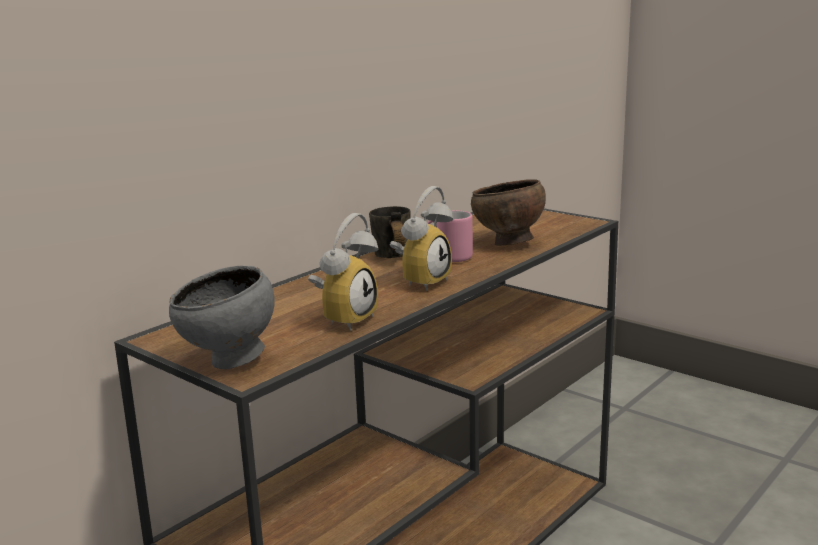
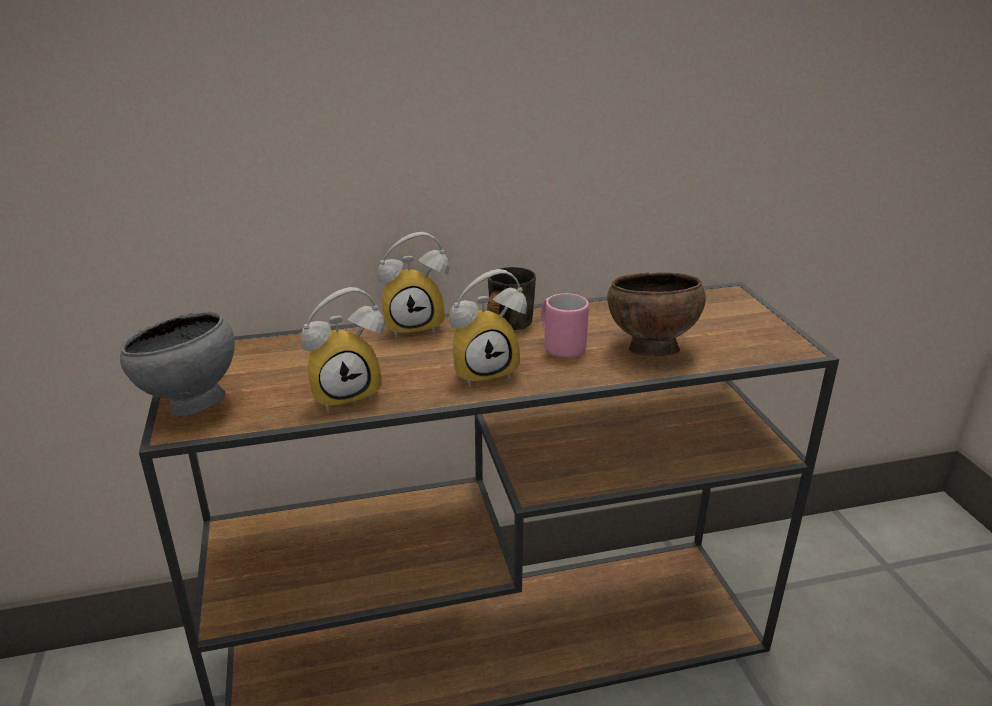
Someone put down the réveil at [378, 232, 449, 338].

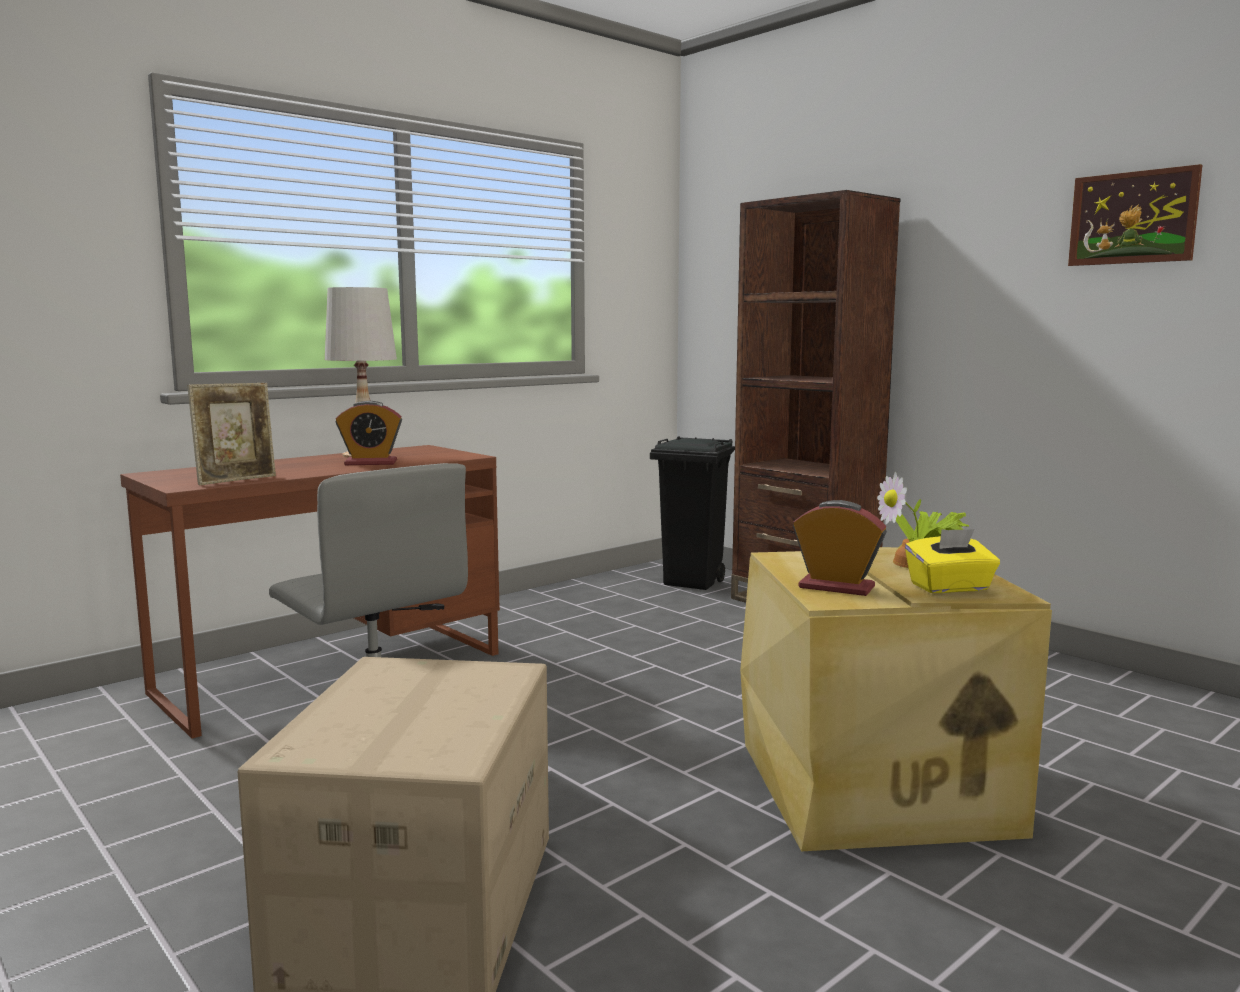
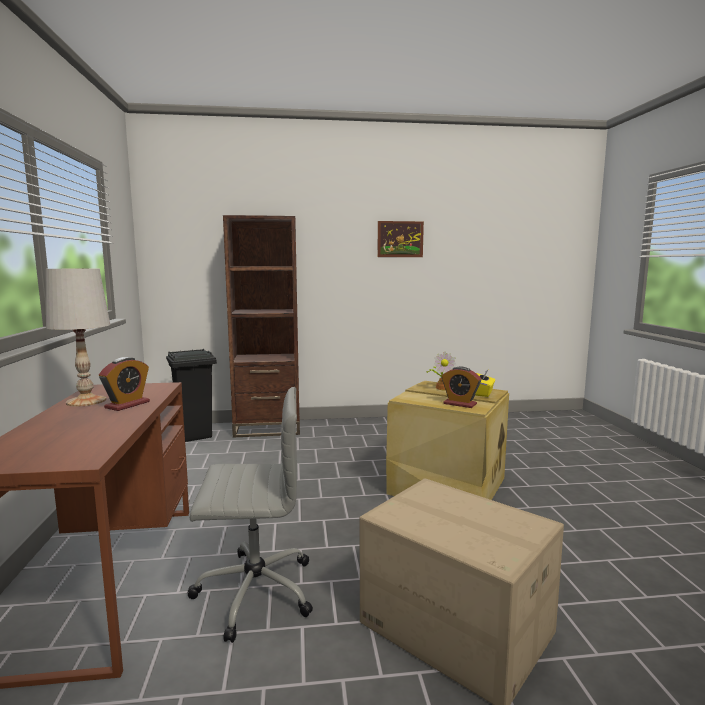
Someone took away the cadre photo at [188, 383, 276, 485]. Someone rotated the réveil at [793, 500, 887, 596] by 120 degrees counterclockwise.

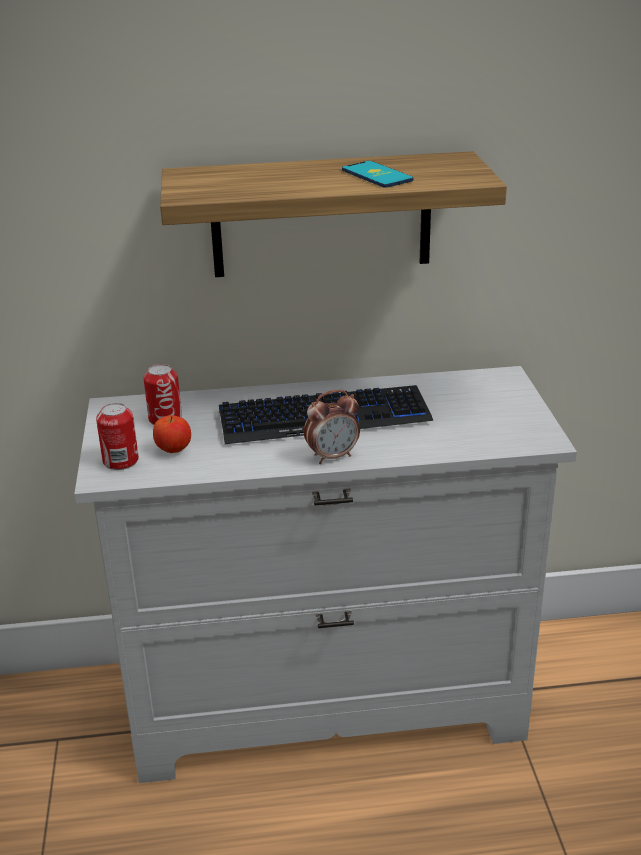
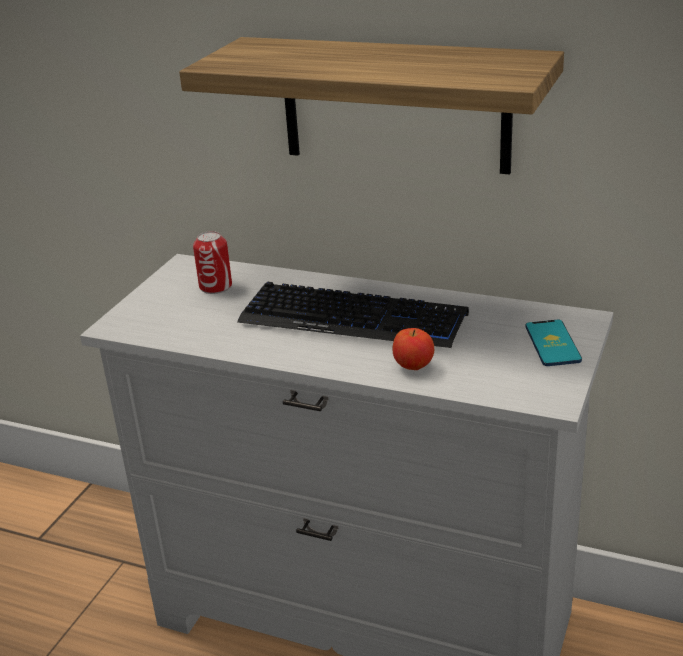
Someone took away the boîte métallique at [96, 403, 139, 470]. Someone took away the réveil at [304, 390, 360, 464]. Someone carried the pomme from [153, 415, 191, 453] to [393, 328, 434, 370]. Someone carried the téléphone from [342, 161, 413, 188] to [526, 320, 582, 366].

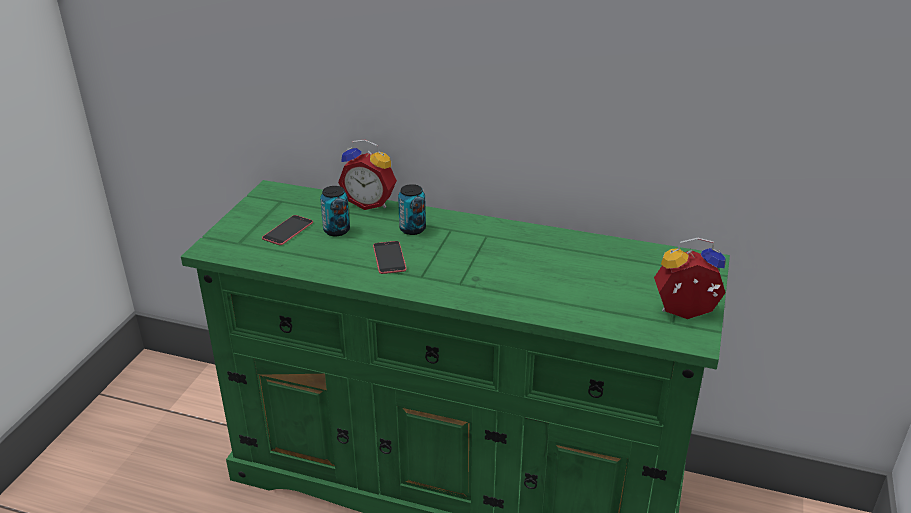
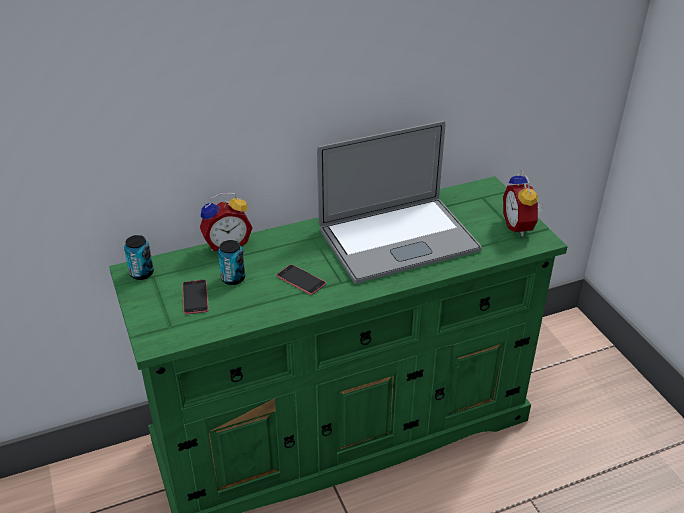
Someone put down the ordinateur portable at [317, 121, 482, 284]. Someone carried the boîte métallique from [398, 184, 426, 235] to [124, 235, 154, 280]. Someone rotated the réveil at [654, 238, 726, 319] by 60 degrees counterclockwise.

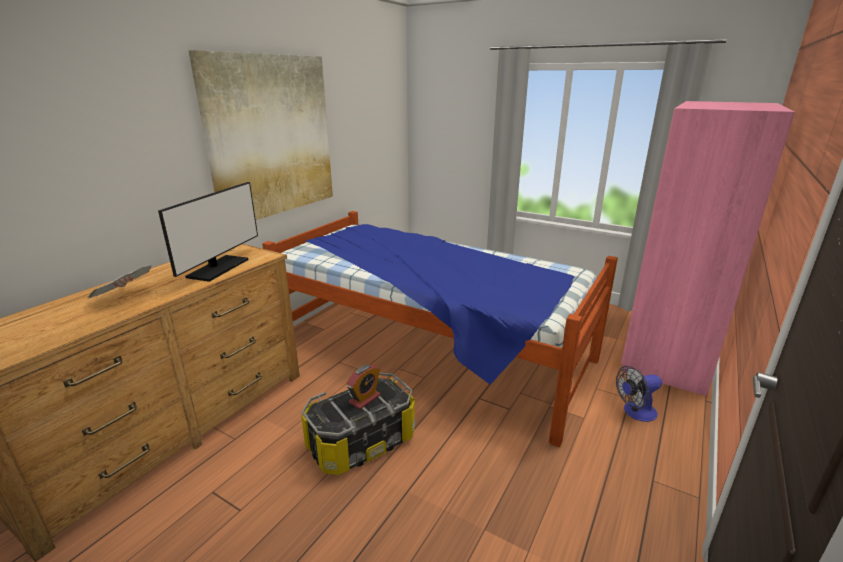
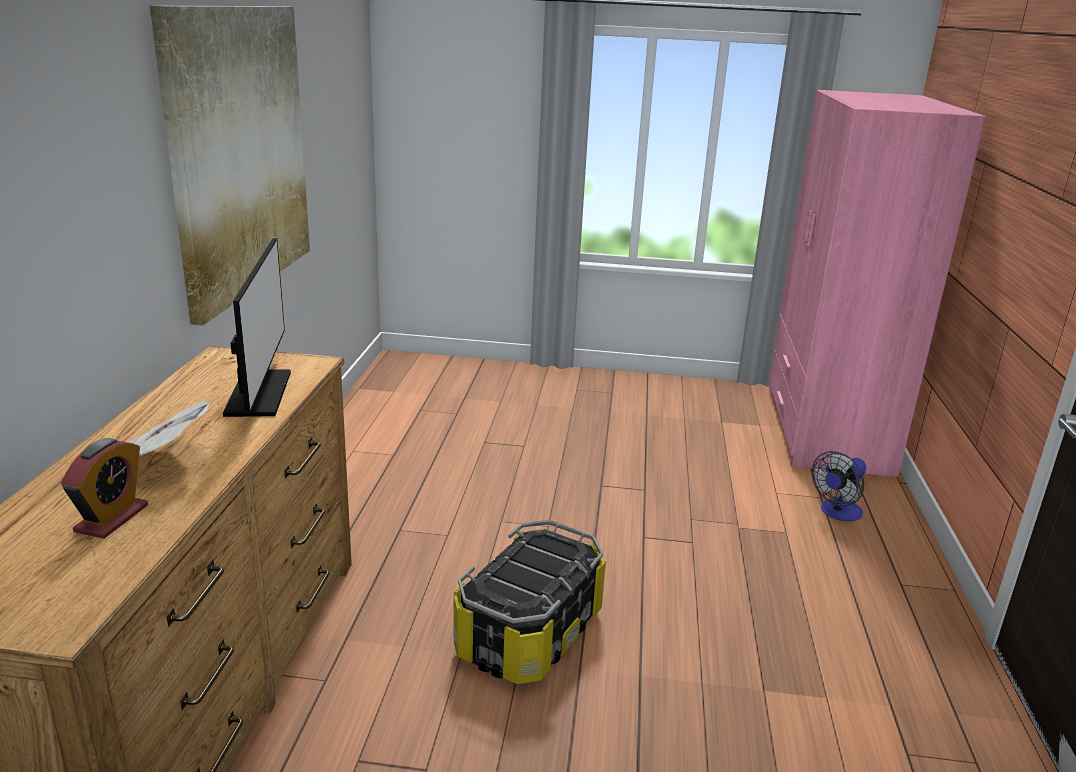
Someone took away the lit at [262, 211, 618, 447]. Someone carried the réveil from [346, 364, 381, 409] to [61, 438, 148, 539].

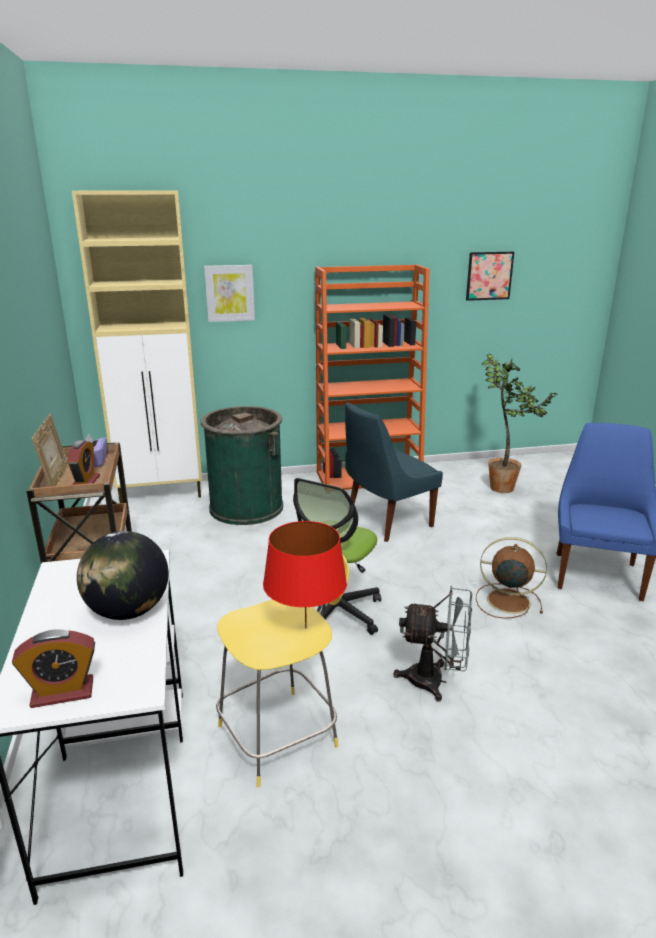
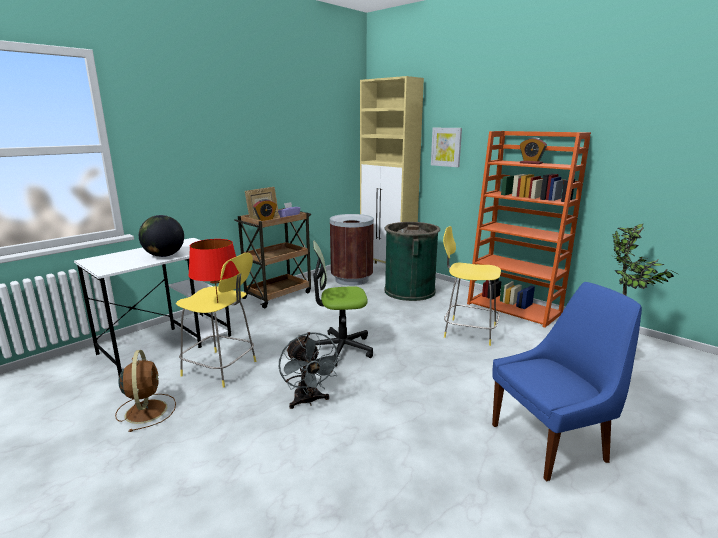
Someone took away the tableau at [466, 252, 514, 301]. Someone put down the poubelle/marron at [330, 214, 374, 286]. Someone carried the réveil from [12, 629, 95, 708] to [520, 137, 547, 164]. Someone carried the ventilateur/marron from [476, 537, 547, 619] to [115, 350, 176, 432]. Someone swapped the chaise/bleu at [345, 402, 443, 542] for the tabouret/jaune at [443, 226, 501, 346].

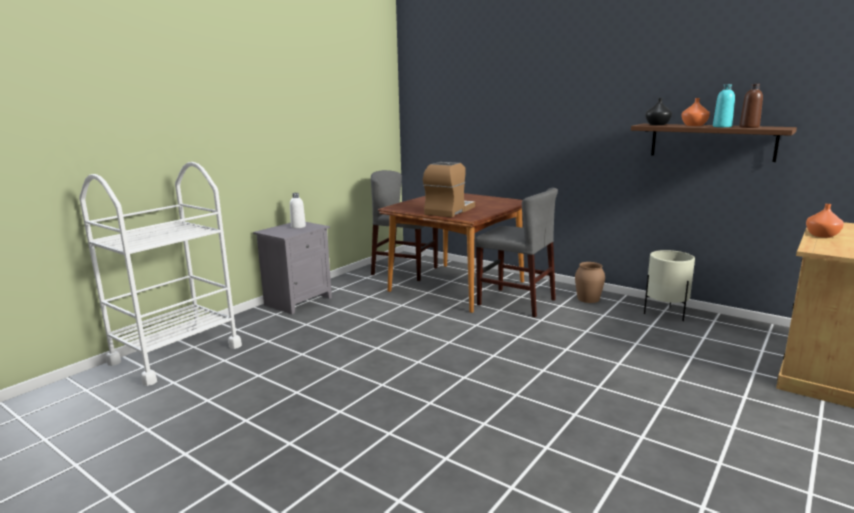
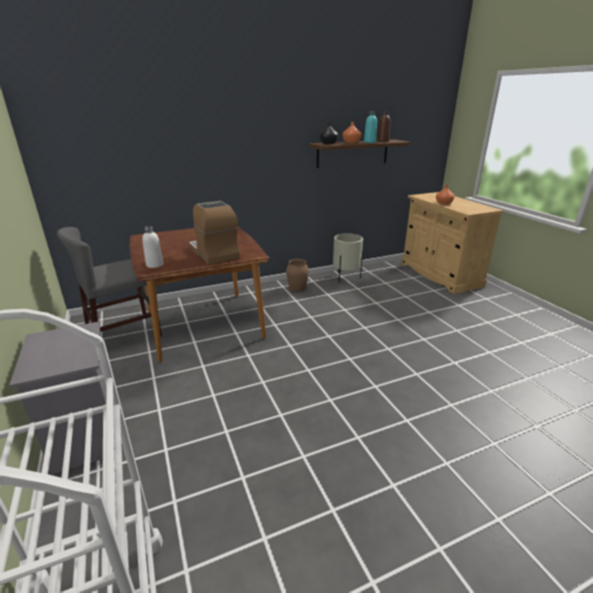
Someone took away the chaise/gris at [475, 188, 558, 317]. Someone carried the bouteille/blanc from [290, 193, 306, 228] to [142, 226, 164, 268].

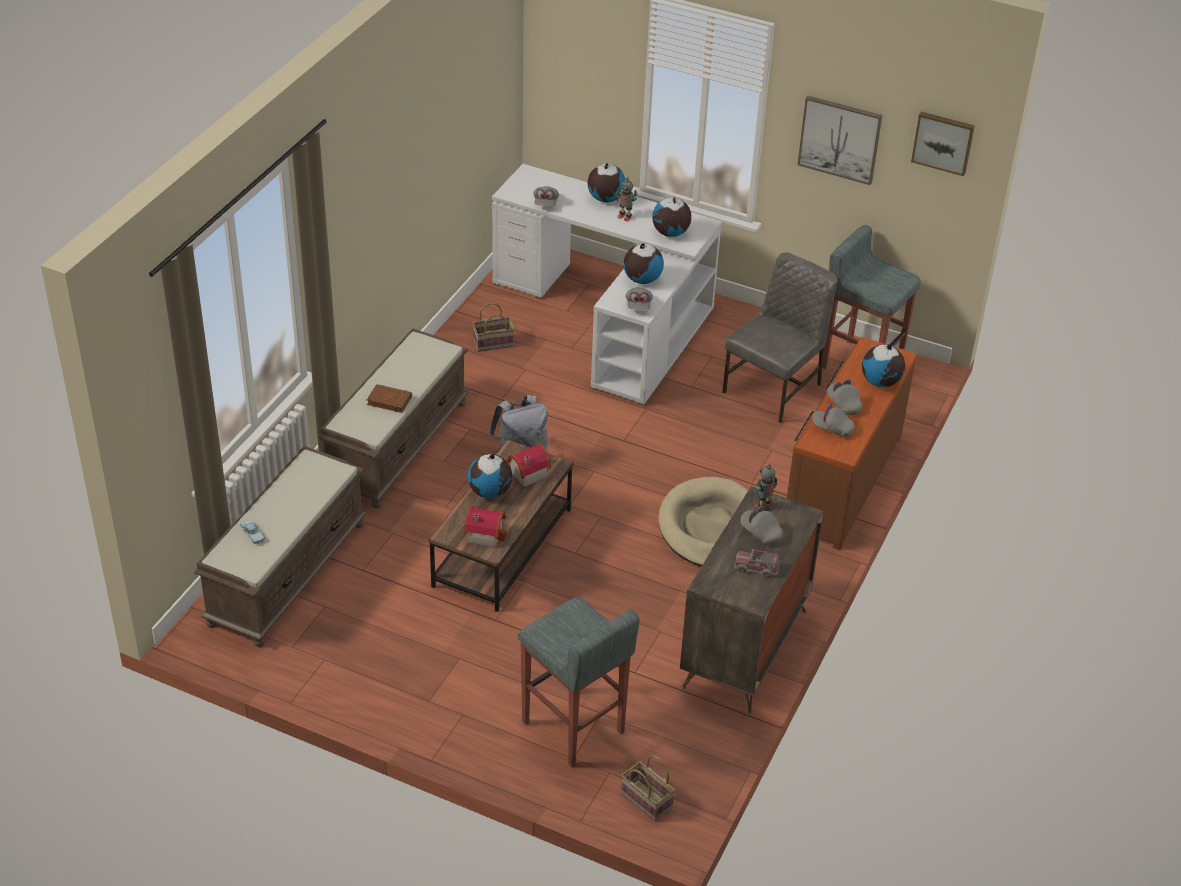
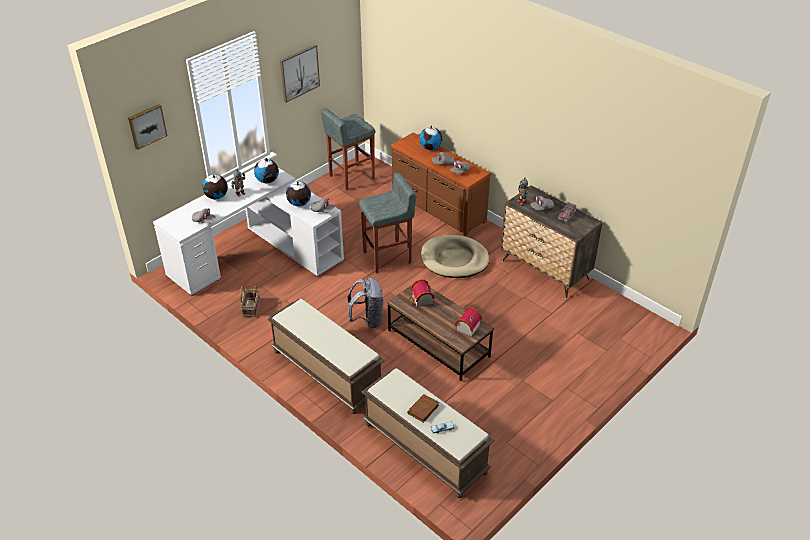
Someone took away the globe at [468, 454, 512, 498]. Someone took away the panier at [621, 755, 675, 821]. Someone took away the chaise/gris at [723, 253, 838, 423]. Someone carried the livre/marron from [367, 384, 412, 413] to [407, 394, 439, 423]. Someone carried the tabouret/gris from [518, 597, 640, 768] to [359, 173, 416, 273]. Someone carried the tableau from [911, 112, 975, 176] to [128, 104, 168, 150].

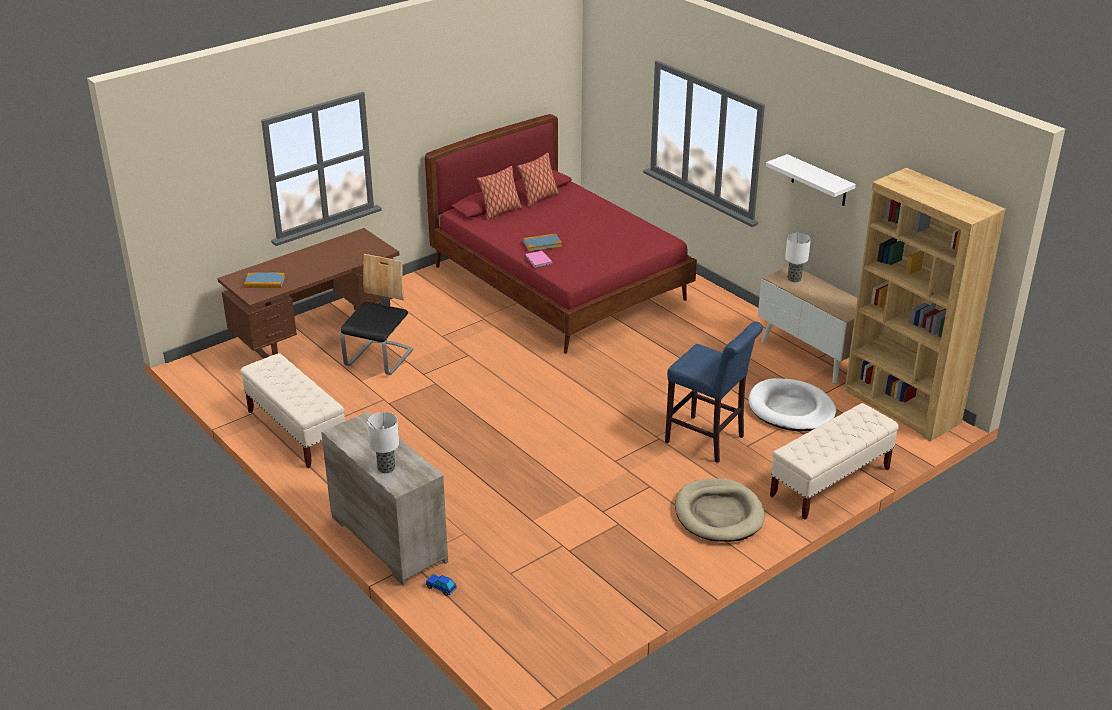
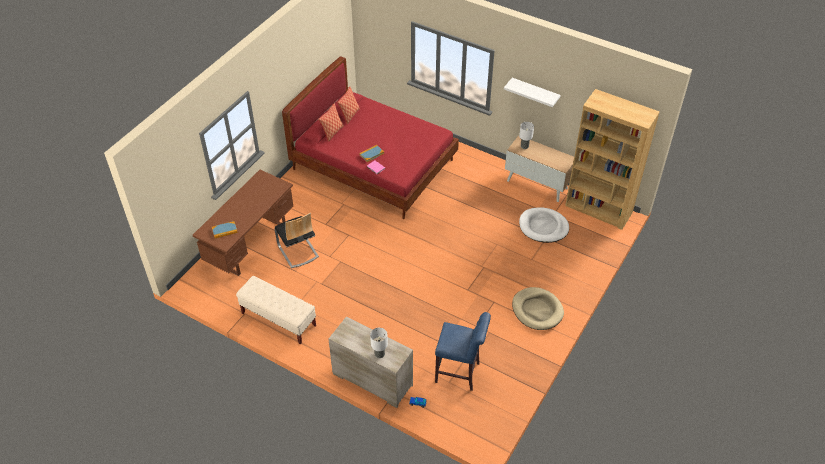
Someone took away the banc/beige at [770, 403, 899, 519]. Someone carried the tabouret/bleu from [665, 322, 763, 463] to [435, 312, 491, 391]. Someone rotated the chaise at [340, 254, 414, 375] by 150 degrees clockwise.

